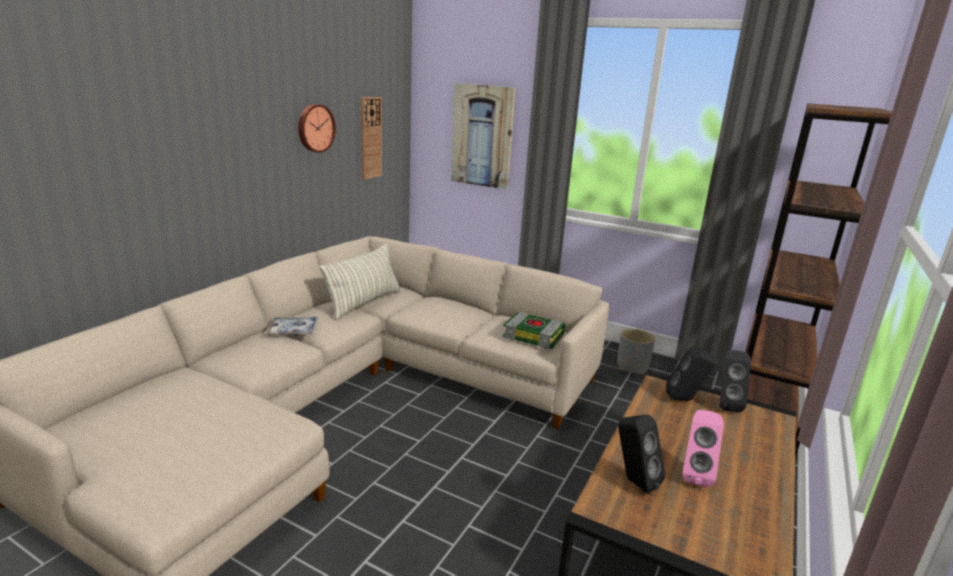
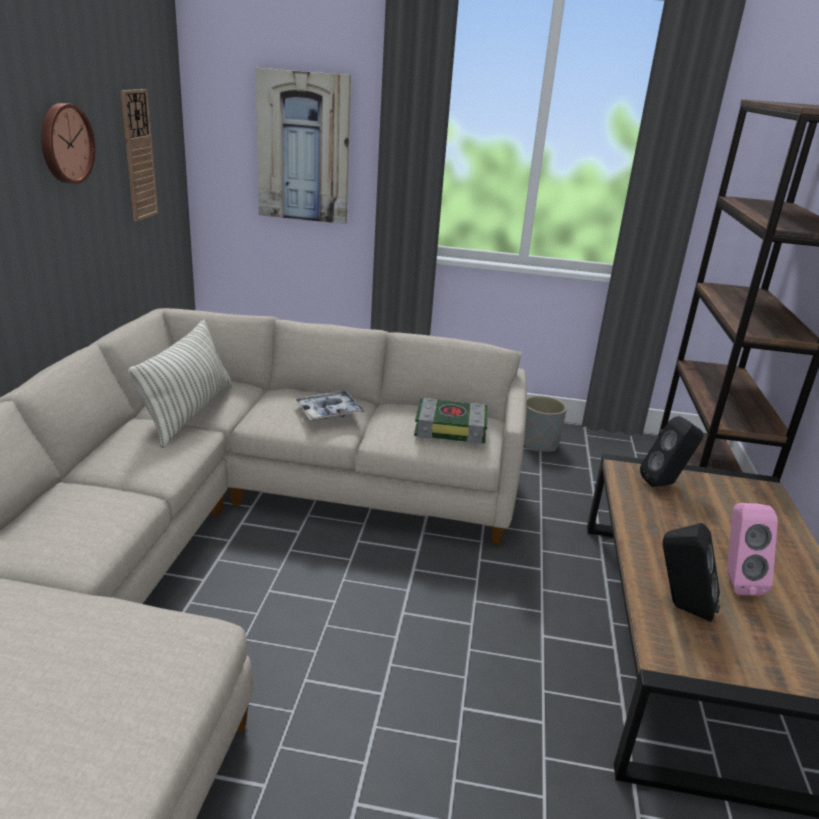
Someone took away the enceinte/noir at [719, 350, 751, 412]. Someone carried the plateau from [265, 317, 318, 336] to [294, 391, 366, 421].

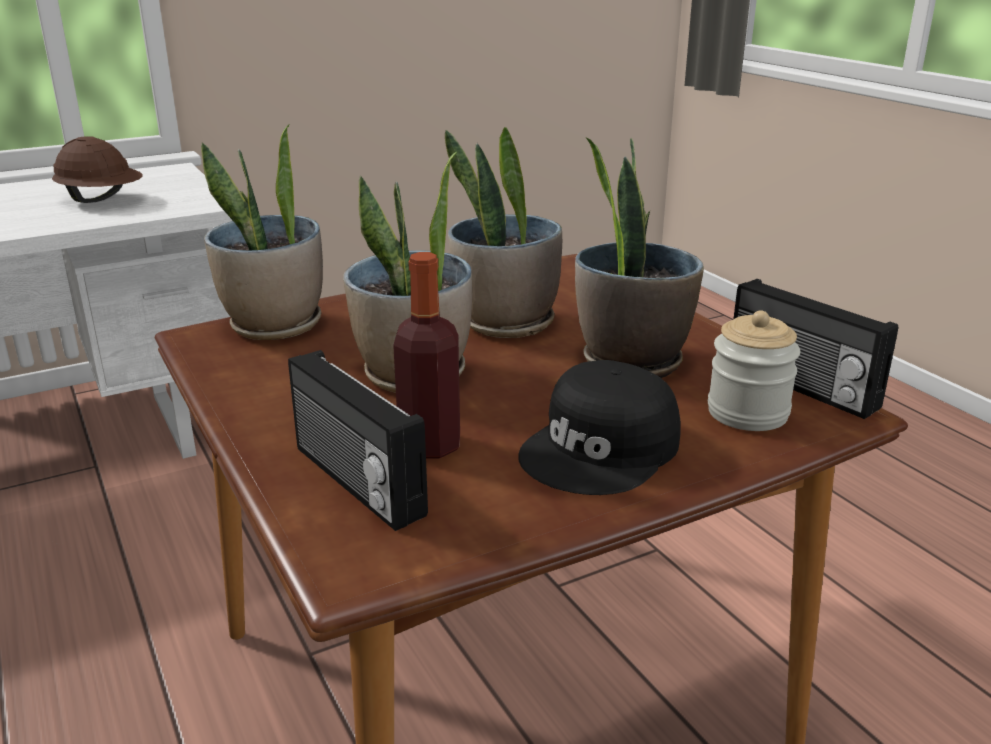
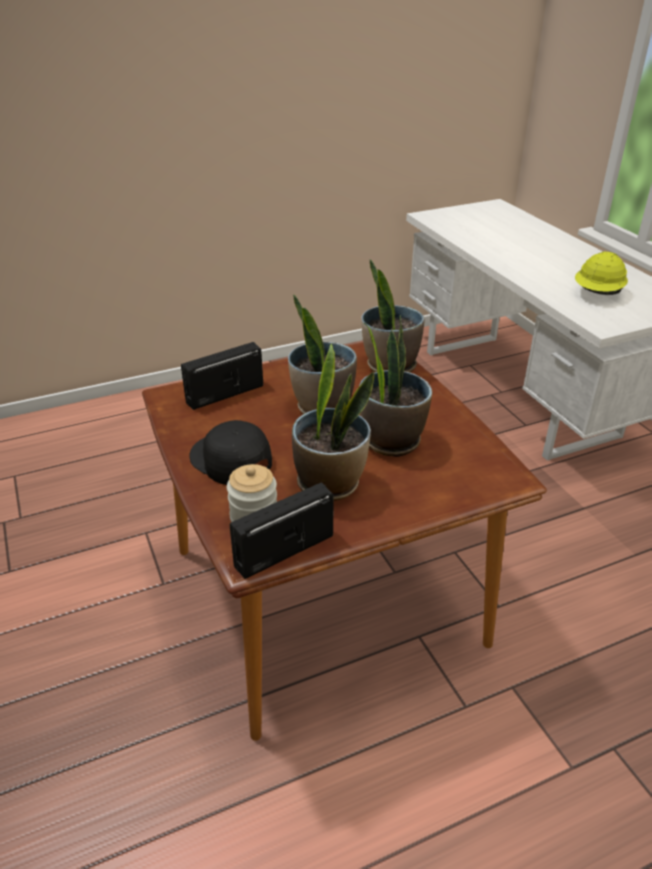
Someone took away the bouteille at [393, 252, 460, 458]. Someone repainted the casque de chantier/marron at [52, 136, 143, 203], which became the casque de chantier/jaune at [575, 252, 628, 295].

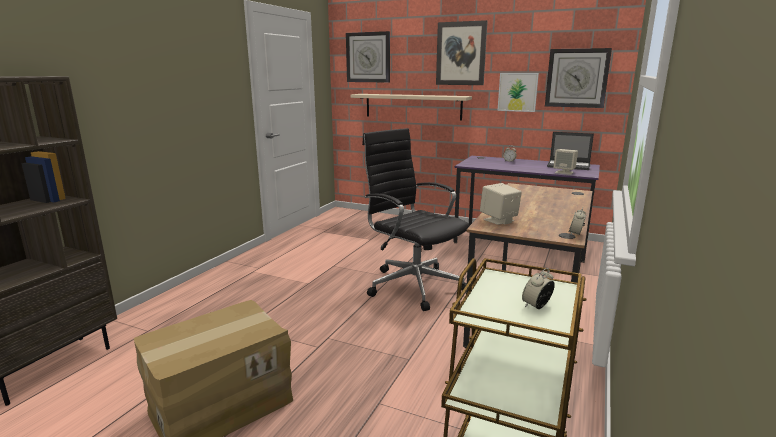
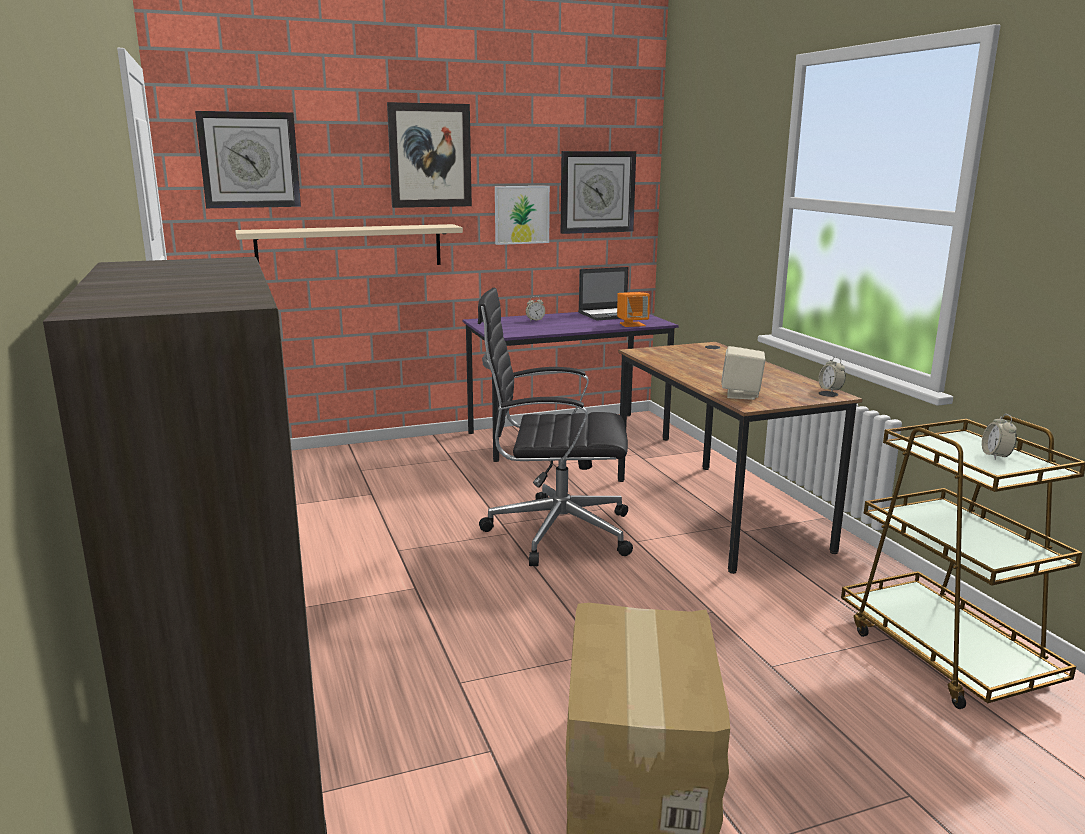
Someone repainted the enceinte/beige at [553, 149, 578, 175], which became the enceinte/orange at [617, 292, 650, 327].

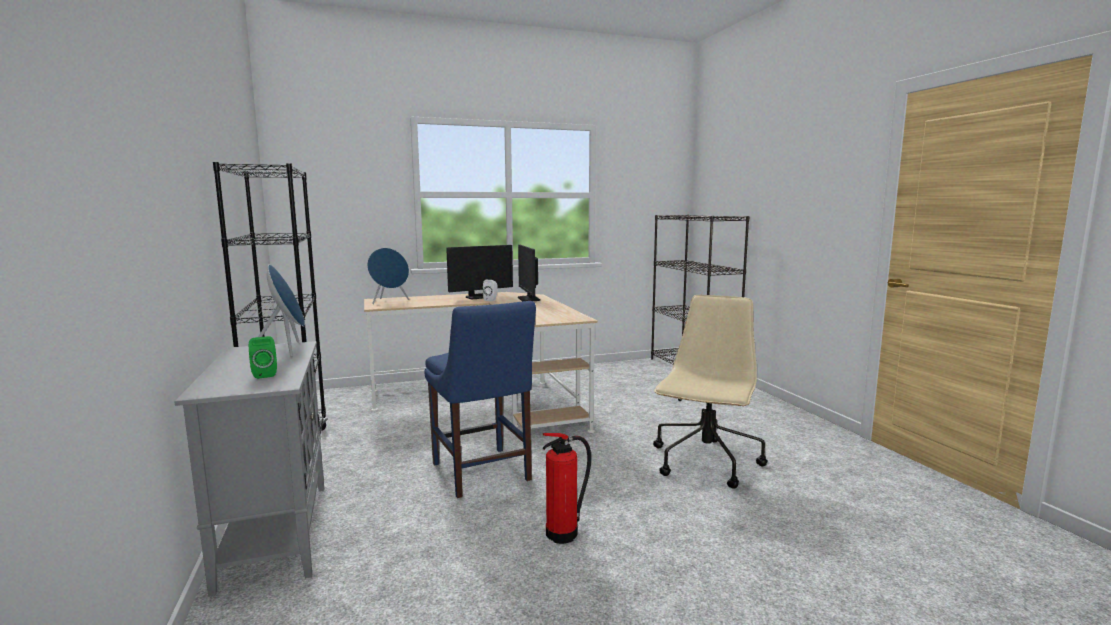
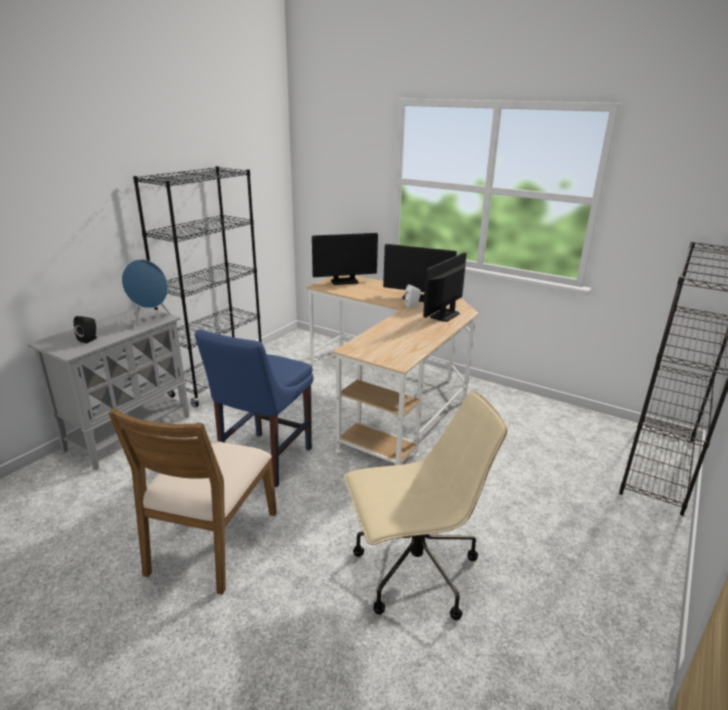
Someone swapped the enceinte/bleu at [367, 248, 409, 304] for the écran d'ordinateur at [312, 233, 378, 285]. Someone swapped the extincteur at [542, 433, 591, 544] for the chaise/marron at [108, 409, 277, 595]. Someone repainted the enceinte/vert at [249, 336, 277, 379], which became the enceinte/noir at [74, 316, 97, 343].

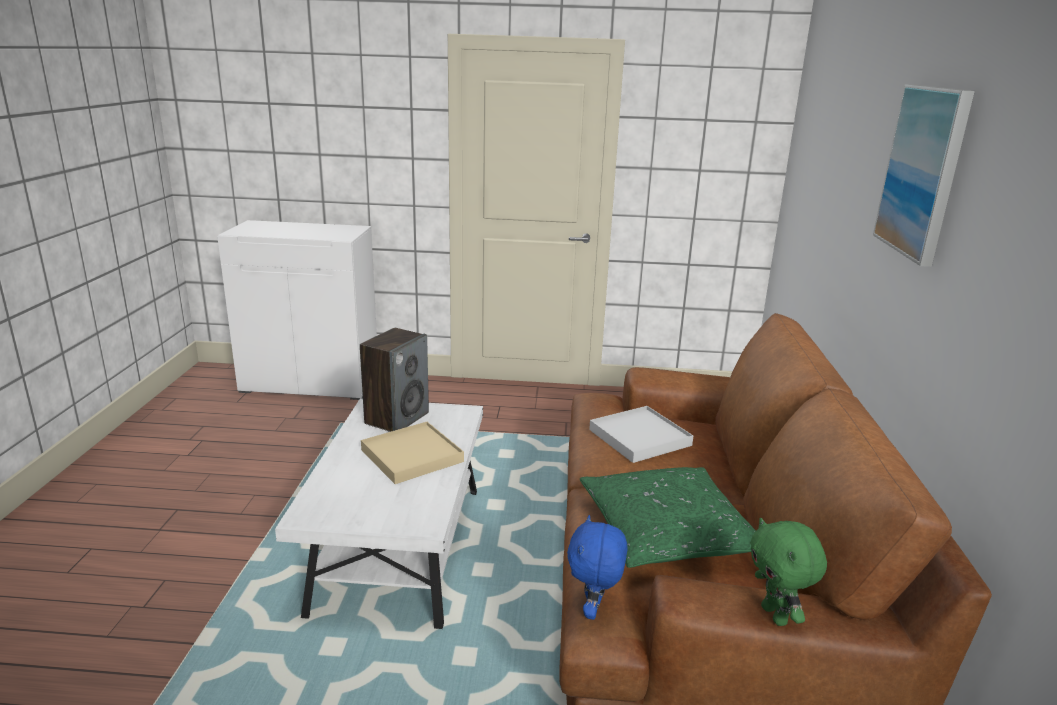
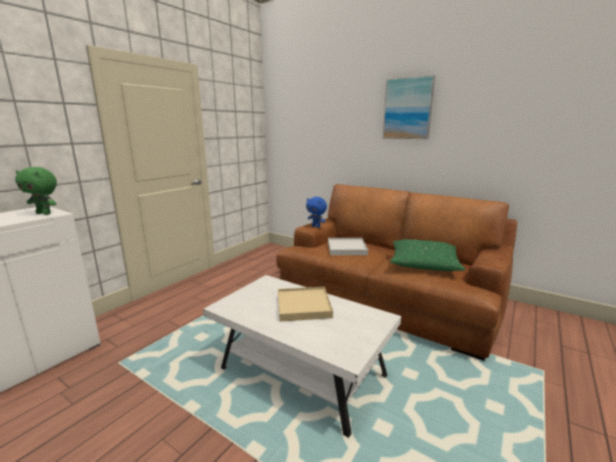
Someone took away the enceinte at [360, 328, 429, 432]. Someone carried the peluche/bleu from [567, 515, 628, 620] to [306, 197, 327, 228]. Someone carried the peluche/vert from [750, 518, 827, 626] to [15, 167, 57, 215].

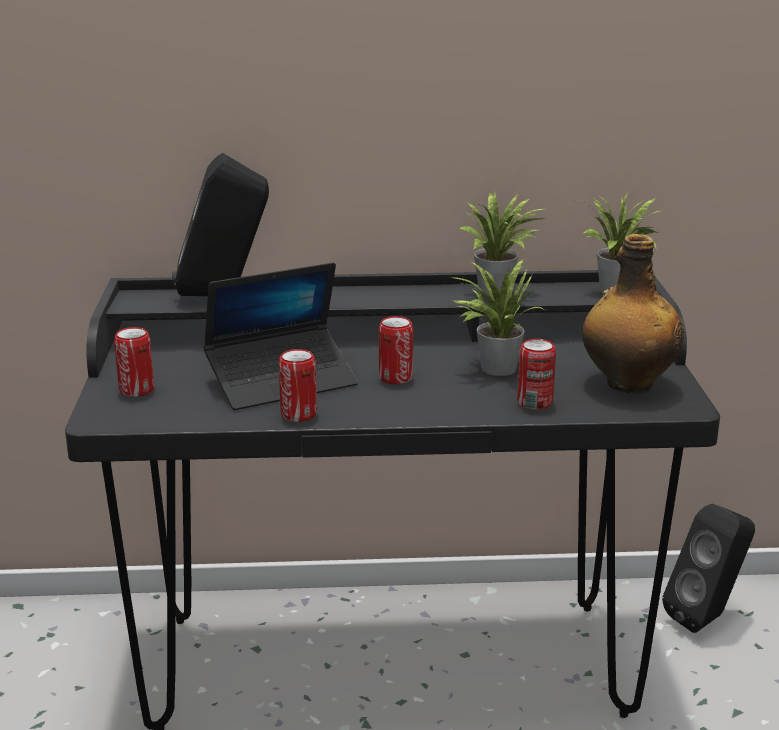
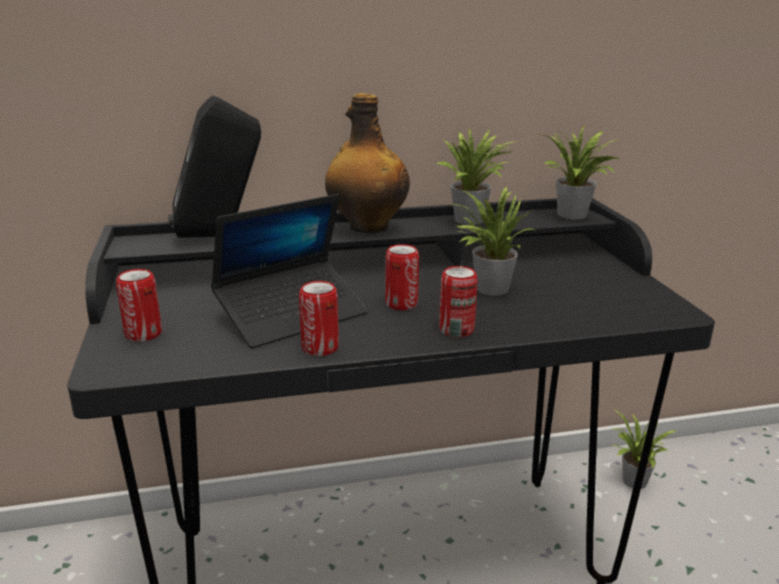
Someone carried the boîte métallique from [517, 339, 556, 410] to [439, 266, 478, 337]. Someone carried the bouteille from [582, 234, 684, 394] to [325, 93, 410, 233]. Someone swapped the enceinte/noir at [662, 504, 755, 633] for the plante en pot at [612, 409, 676, 489].

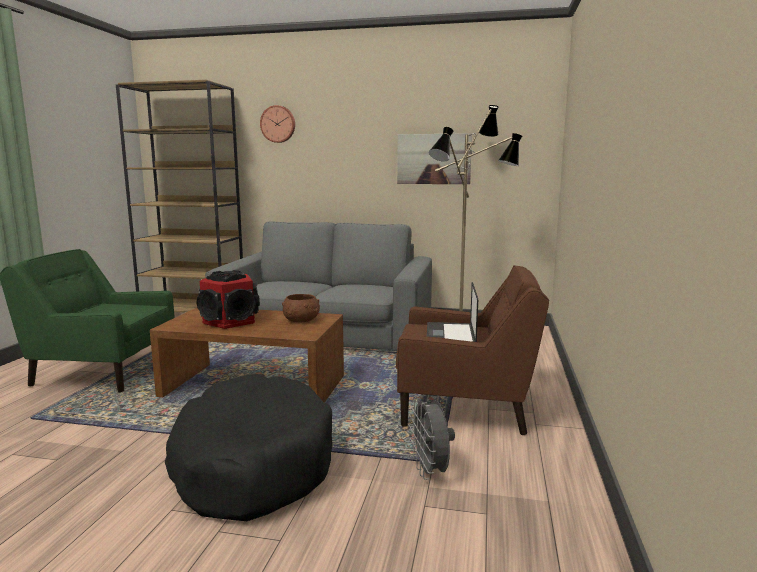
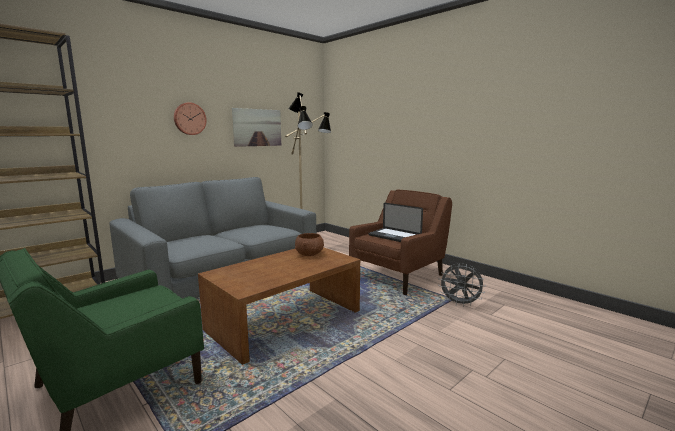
Someone took away the panier pour chien/noir at [165, 374, 333, 521]. Someone took away the enceinte at [197, 270, 260, 329]. Someone carried the horloge murale from [260, 105, 295, 143] to [174, 102, 207, 135].

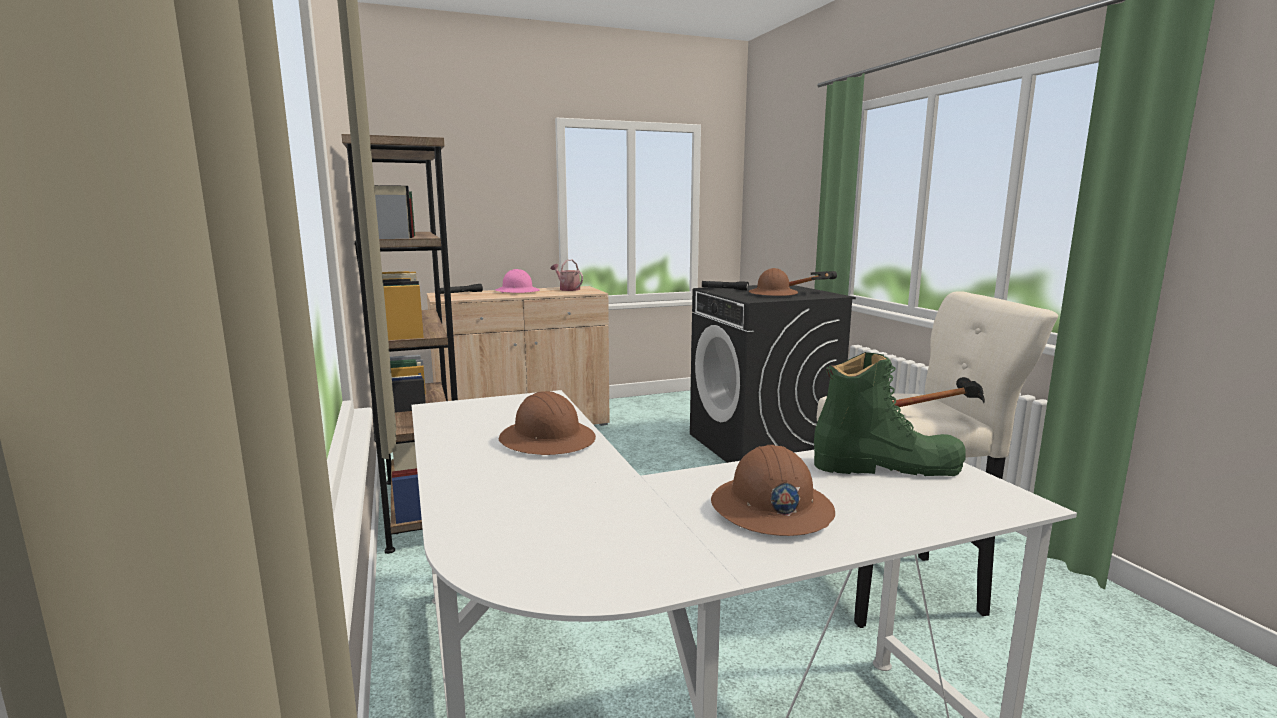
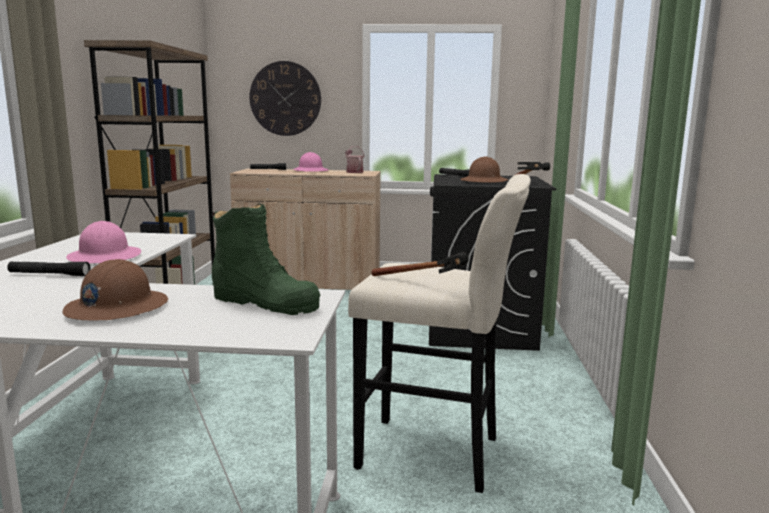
Someone put down the lampe de poche/noir at [7, 261, 90, 276]. Someone put up the horloge murale at [249, 61, 321, 136]. Someone repainted the casque de chantier/marron at [499, 391, 596, 455], which became the casque de chantier/rose at [66, 221, 141, 263].

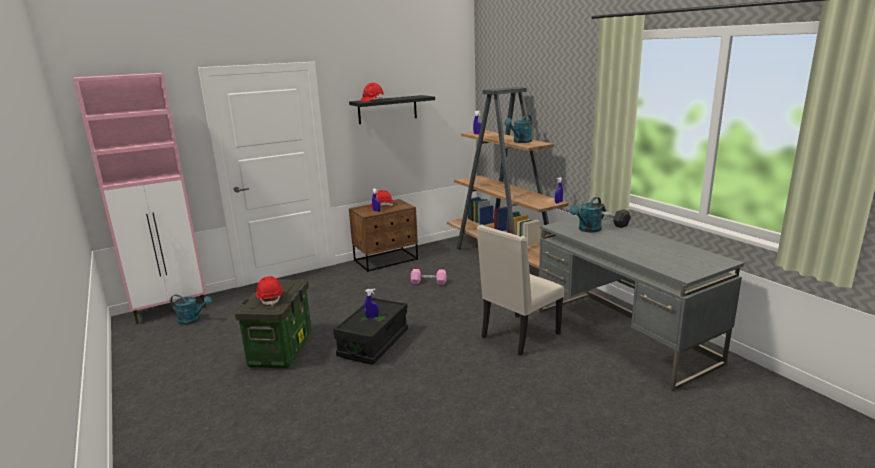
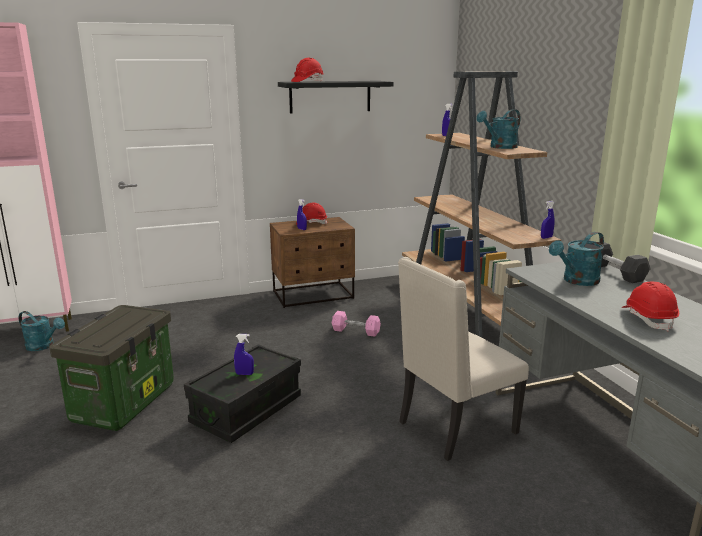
Someone carried the casque de chantier/rouge from [256, 276, 283, 306] to [622, 282, 679, 331].

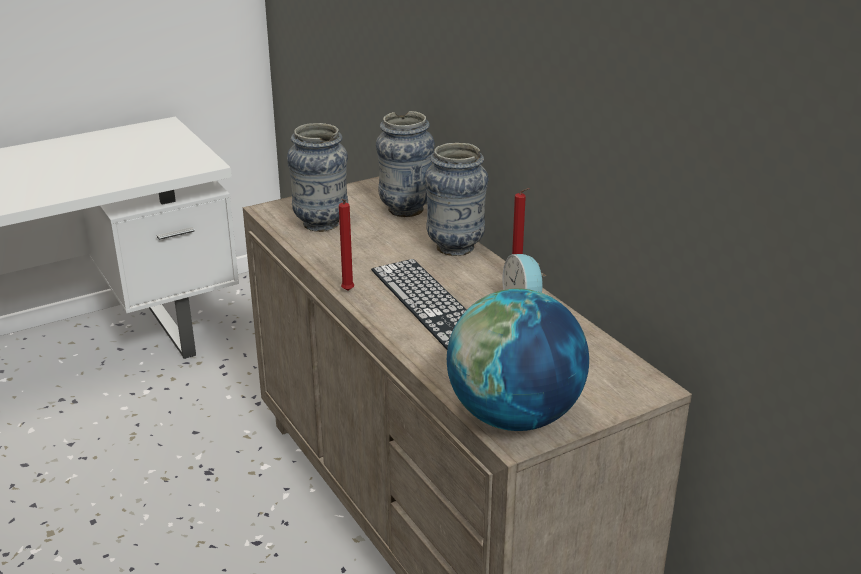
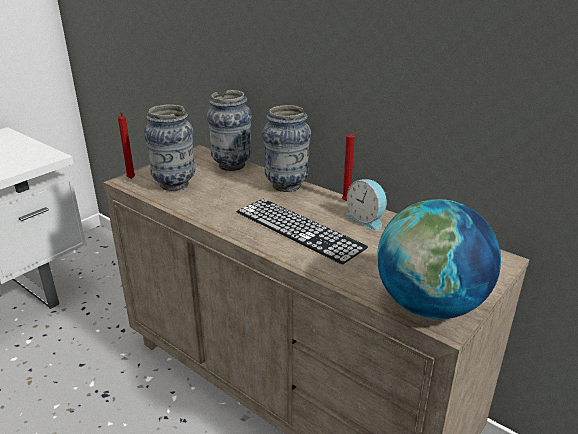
Someone carried the bougie/rouge from [339, 199, 354, 291] to [118, 112, 135, 179].

